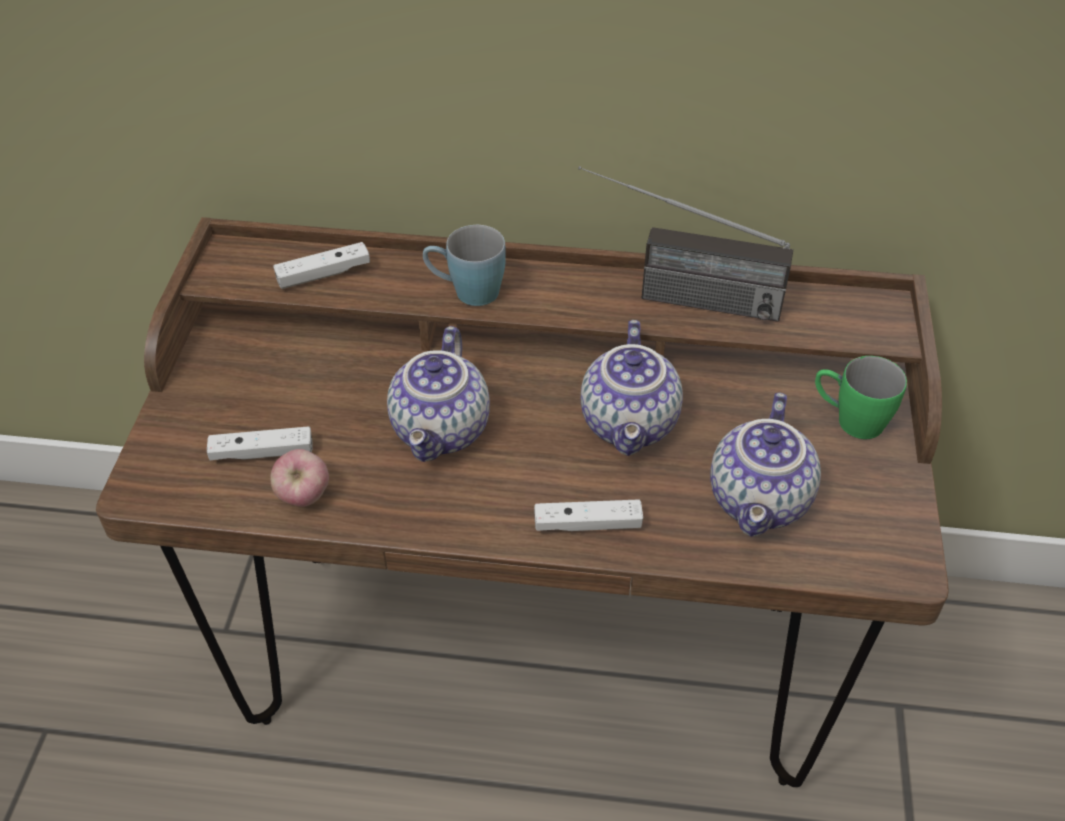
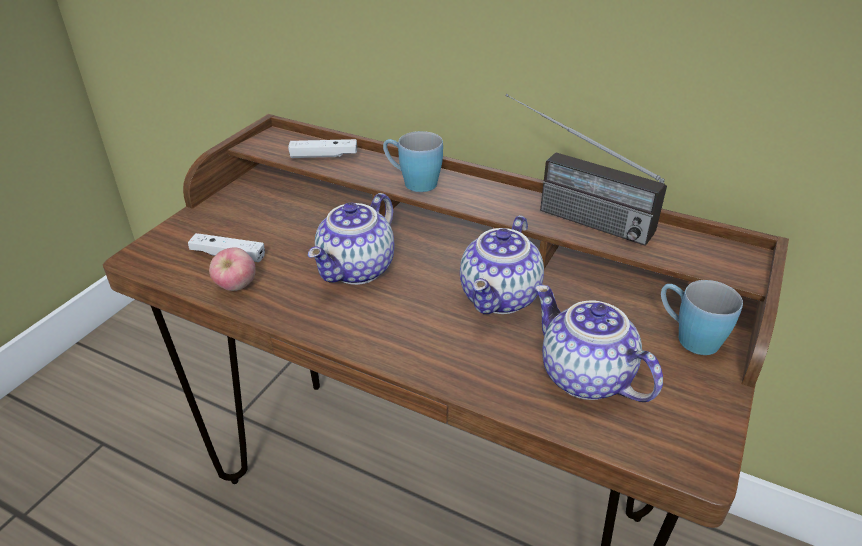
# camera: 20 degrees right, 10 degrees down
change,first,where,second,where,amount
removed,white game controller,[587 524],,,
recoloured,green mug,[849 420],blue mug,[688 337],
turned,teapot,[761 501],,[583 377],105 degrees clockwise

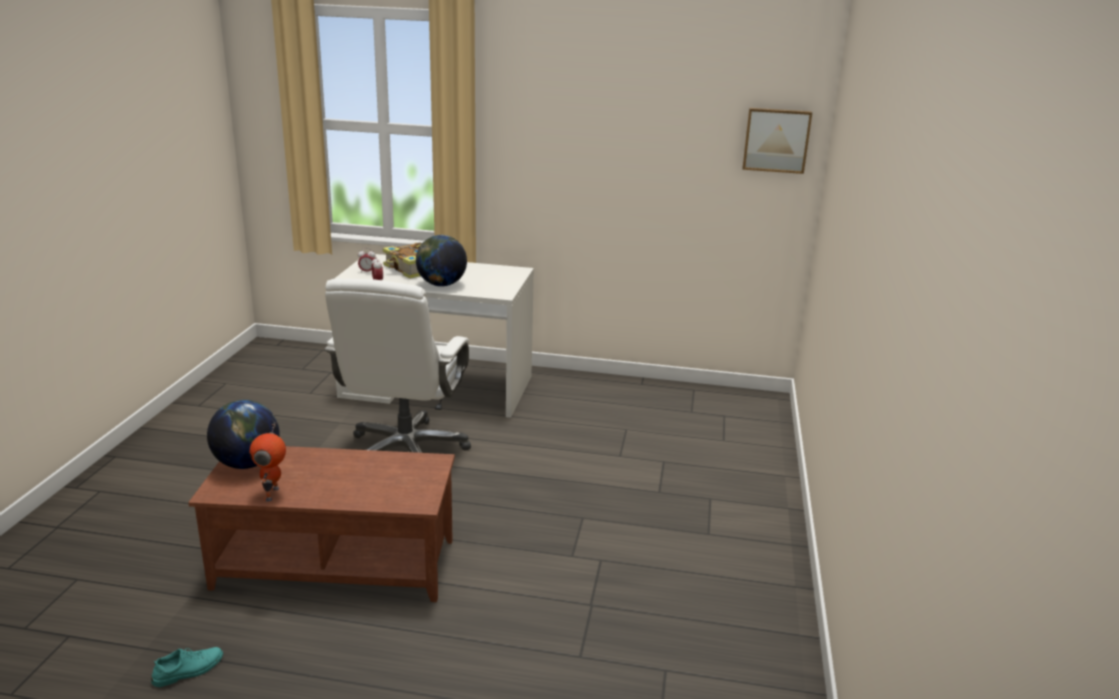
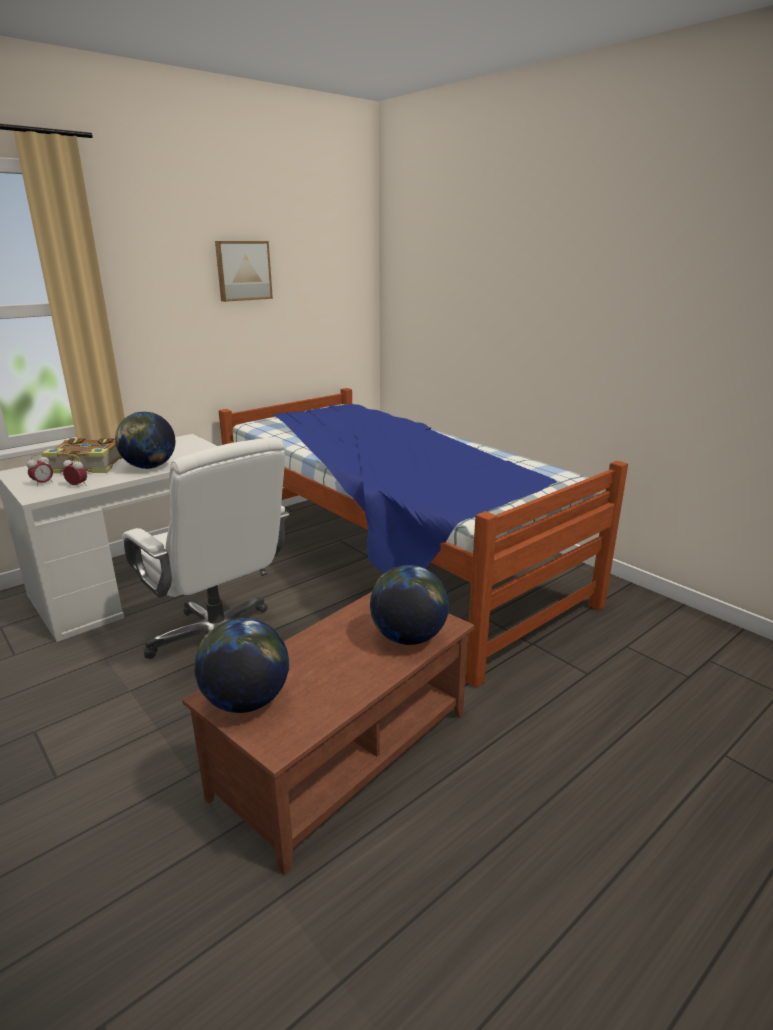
# camera: 50 degrees left, 0 degrees up
change,first,where,second,where,amount
removed,turquoise shoe,[188 670],,,
removed,toy robot,[273 494],,,
added,,,bed,[393 562],
added,,,globe,[408 638],
moved,picture,[776 140],,[243 270],

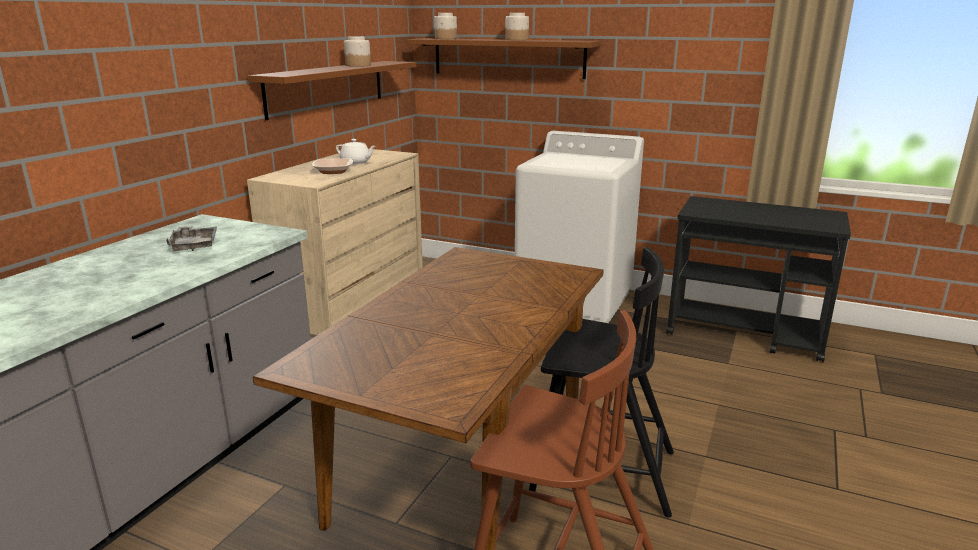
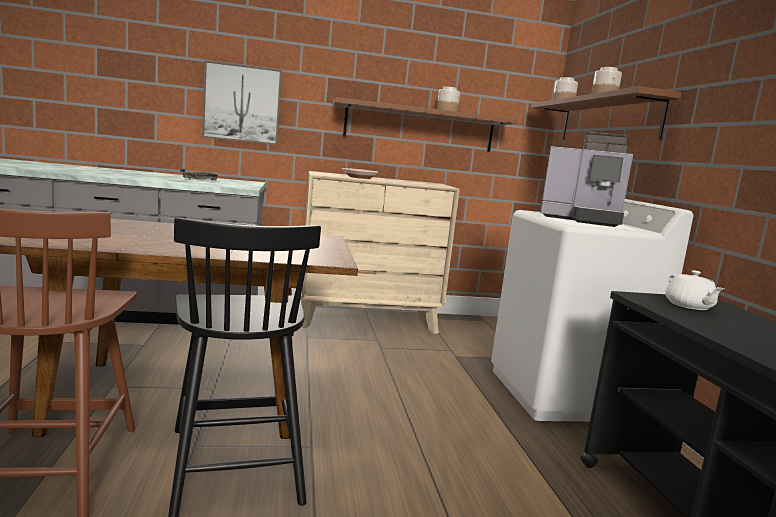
# camera: 55 degrees right, 10 degrees down
change,first,where,second,where,amount
added,,,picture,[242 104],
added,,,coffee machine,[581 220],
moved,white teapot,[356 162],,[689 306],

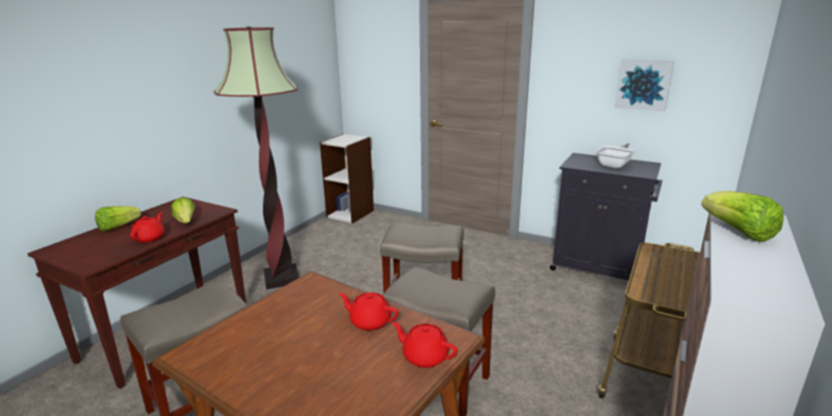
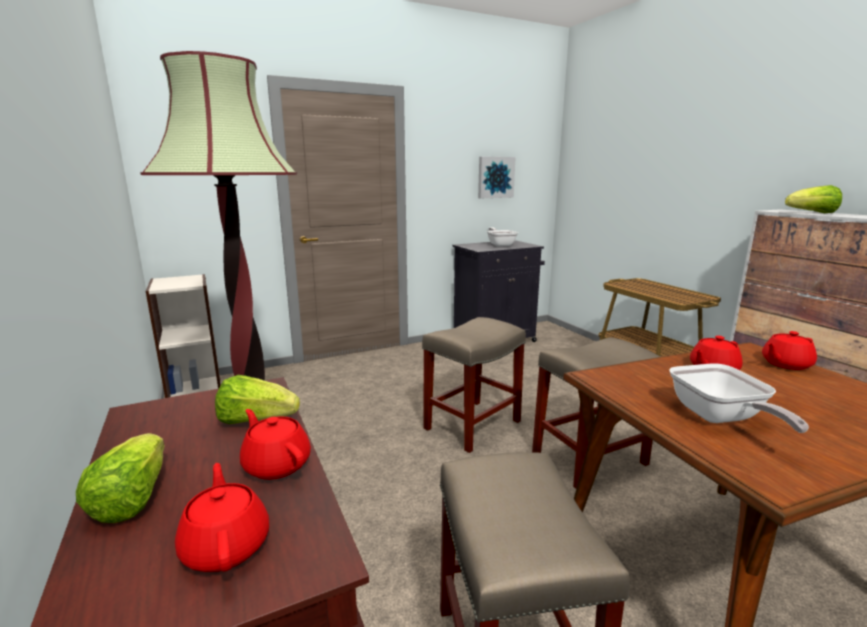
# camera: 55 degrees left, 5 degrees down
change,first,where,second,where,amount
added,,,red teapot,[226 545],
added,,,frying pan,[720 418],

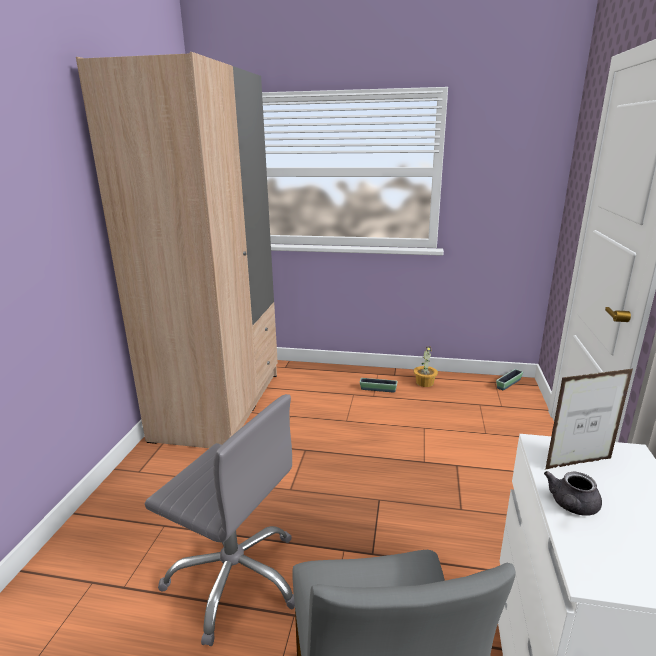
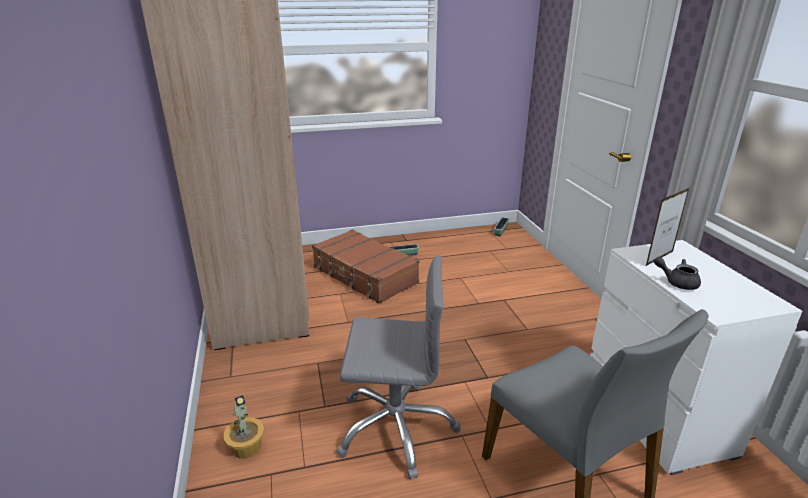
# camera: 25 degrees left, 5 degrees up
change,first,where,second,where,amount
added,,,brown suitcase,[364 275],
moved,potted plant,[424 382],,[246 447],
turned,grey teapot,[571 506],,[677 282],105 degrees clockwise

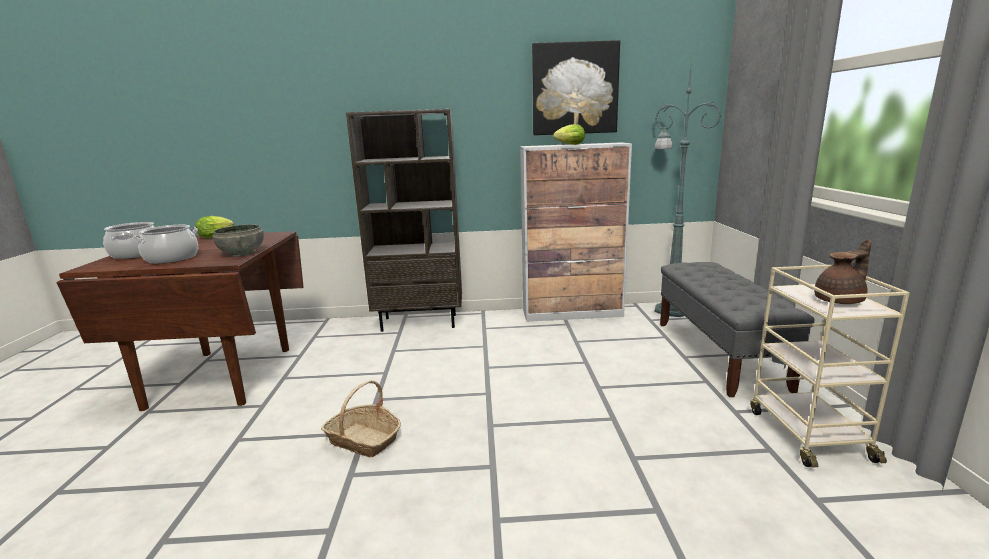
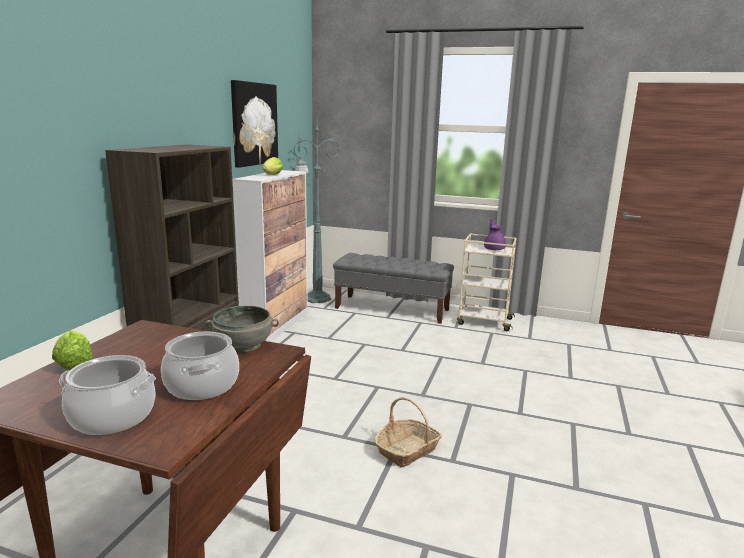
# camera: 70 degrees left, 0 degrees up
change,first,where,second,where,amount
recoloured,brown teapot,[840 300],purple teapot,[494 249],

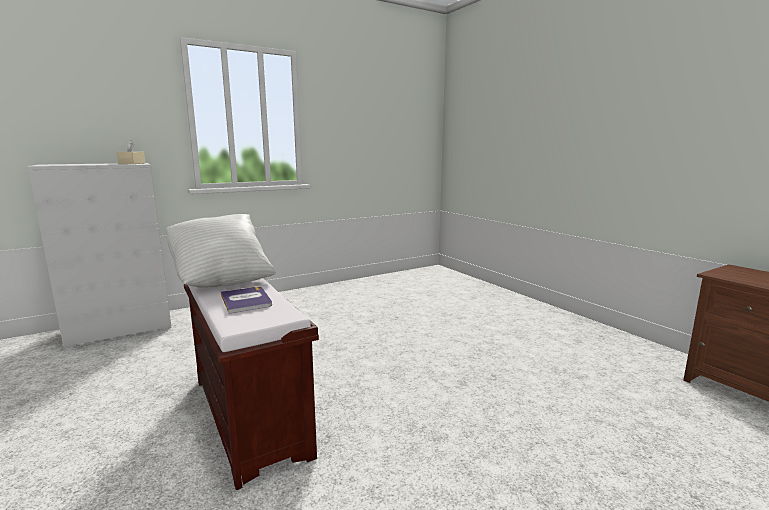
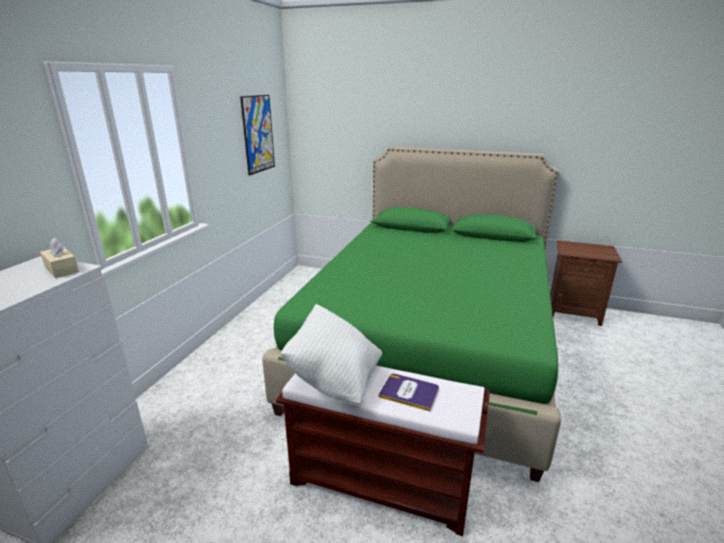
# camera: 40 degrees left, 10 degrees up
change,first,where,second,where,amount
added,,,picture,[258 134],
added,,,green bed,[429 345],

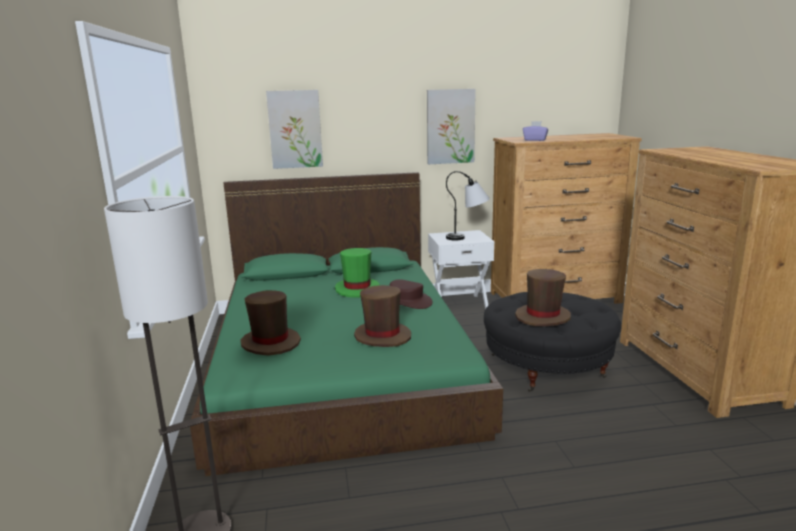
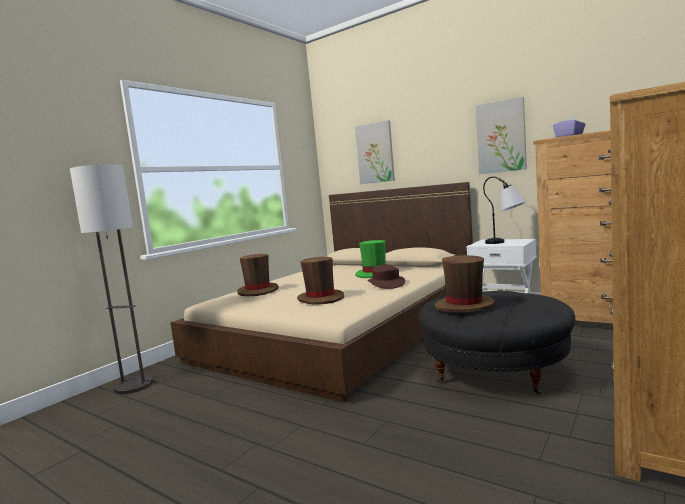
# camera: 45 degrees right, 10 degrees down
change,first,where,second,where,amount
recoloured,green bed,[341 363],beige bed,[343 329],

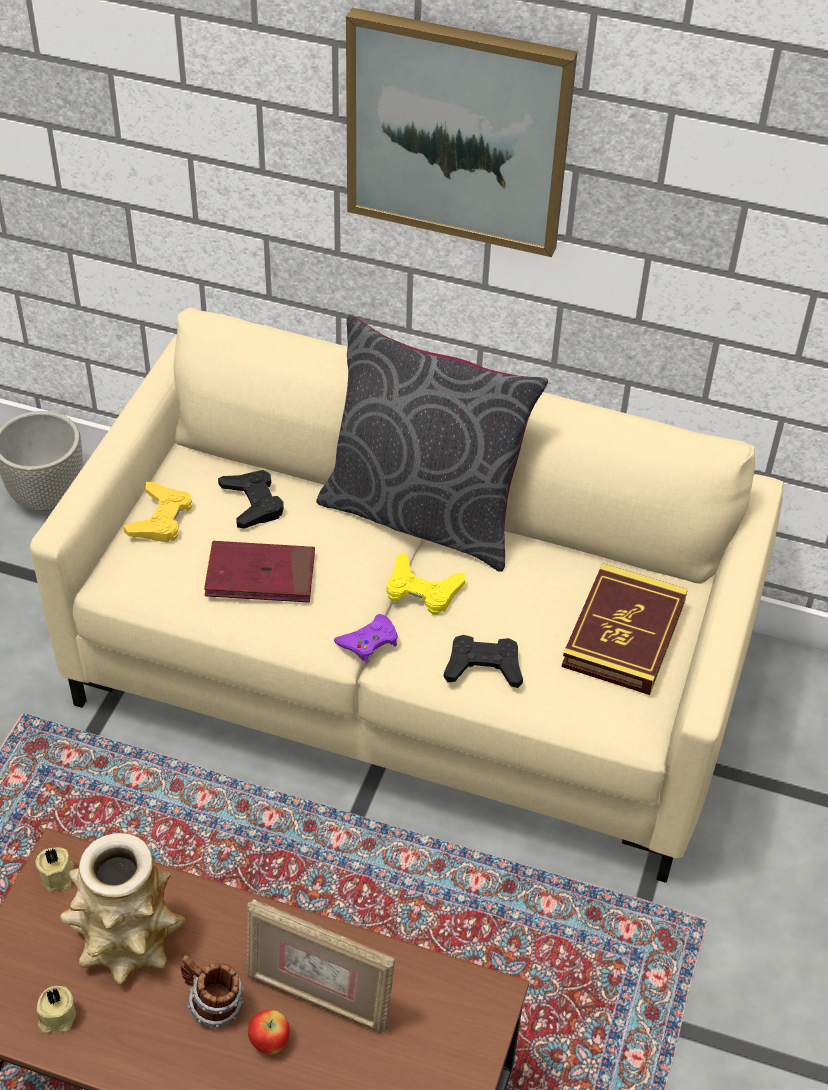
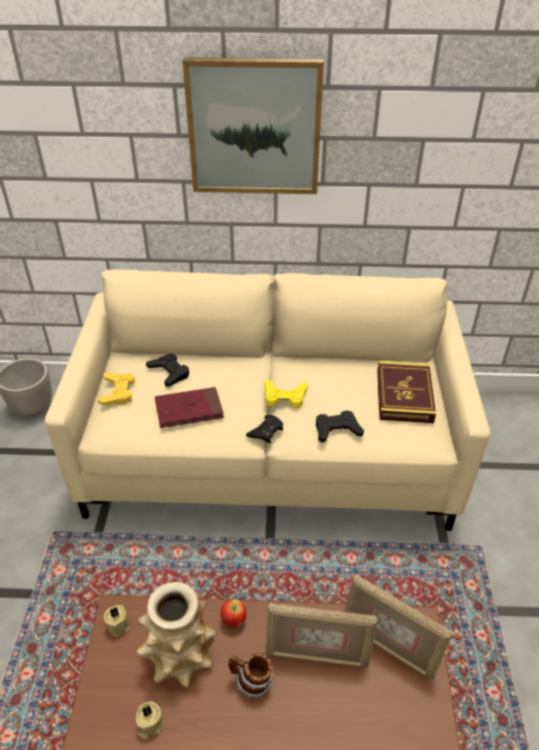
# camera: 15 degrees left, 5 degrees down
change,first,where,second,where,amount
removed,grey pillow,[423 514],,,
added,,,picture frame,[388 647],
moved,apple,[269 1042],,[233 620],
recoloured,purple game controller,[369 642],black game controller,[266 431],

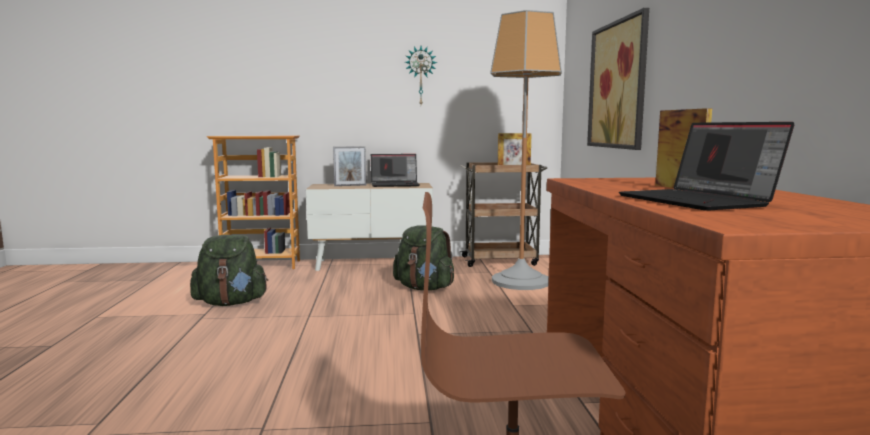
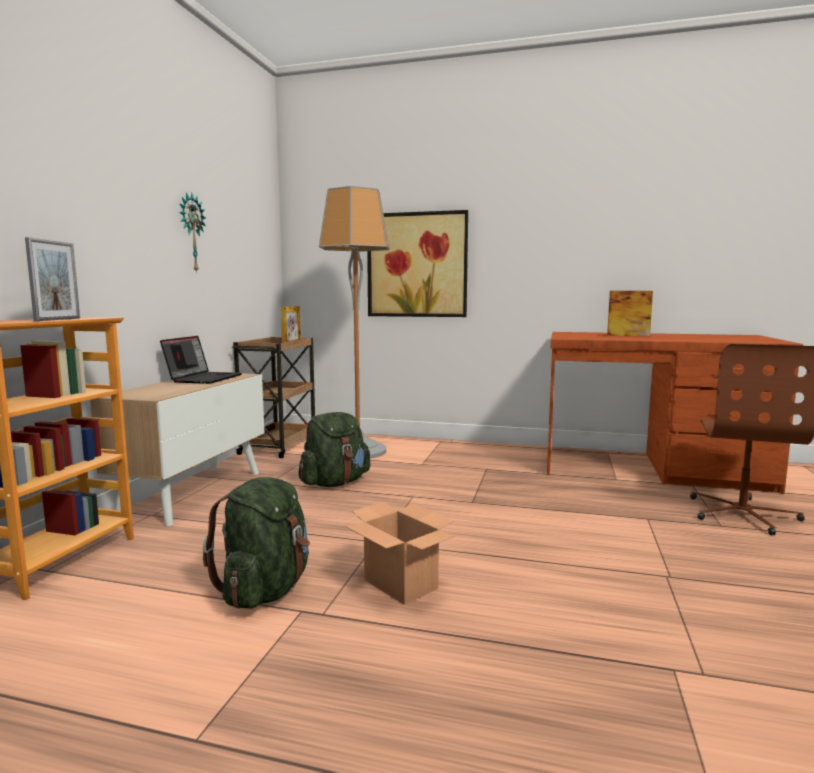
# camera: 70 degrees left, 0 degrees up
change,first,where,second,where,amount
removed,laptop,[699 201],,,
added,,,cardboard box,[401 584],
moved,picture frame,[350 185],,[58 319],

